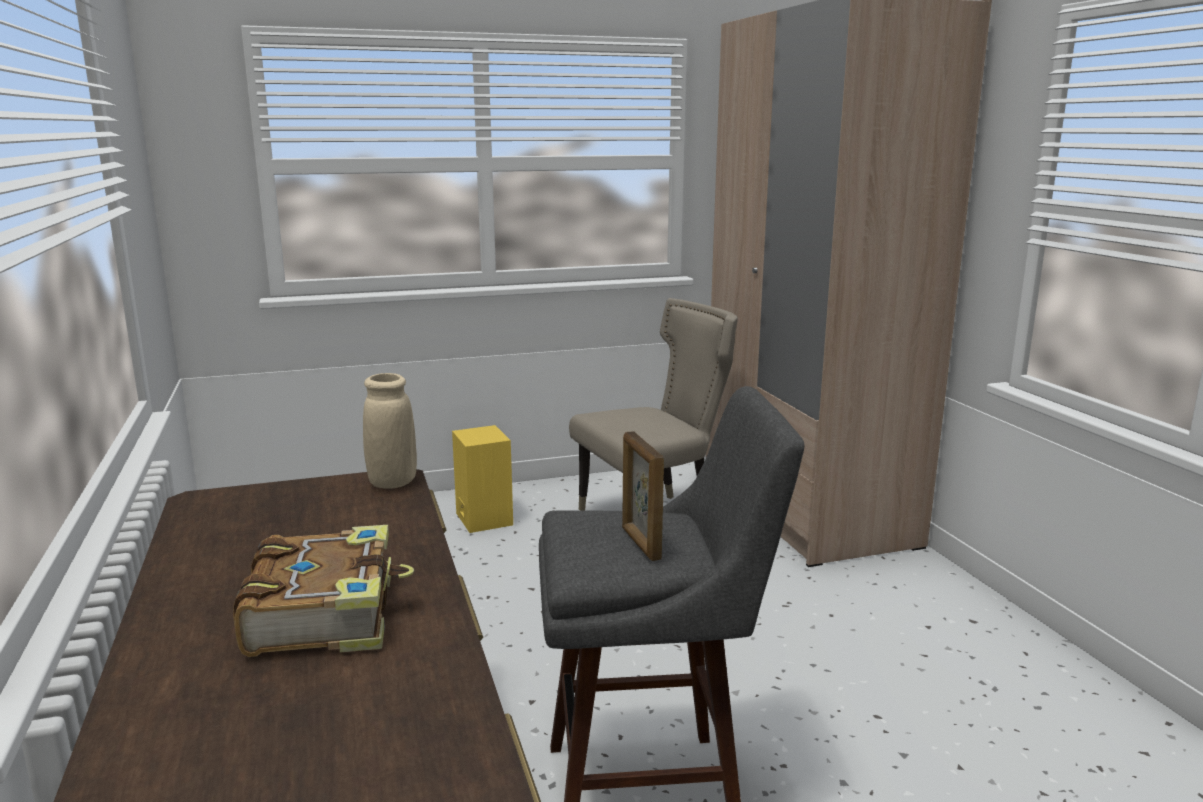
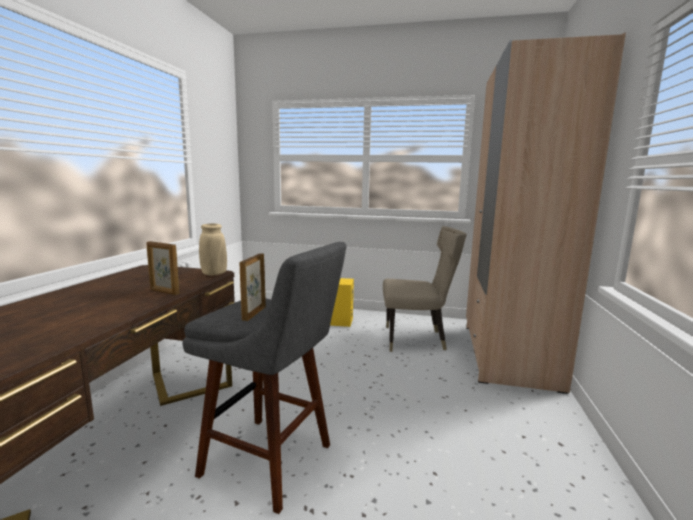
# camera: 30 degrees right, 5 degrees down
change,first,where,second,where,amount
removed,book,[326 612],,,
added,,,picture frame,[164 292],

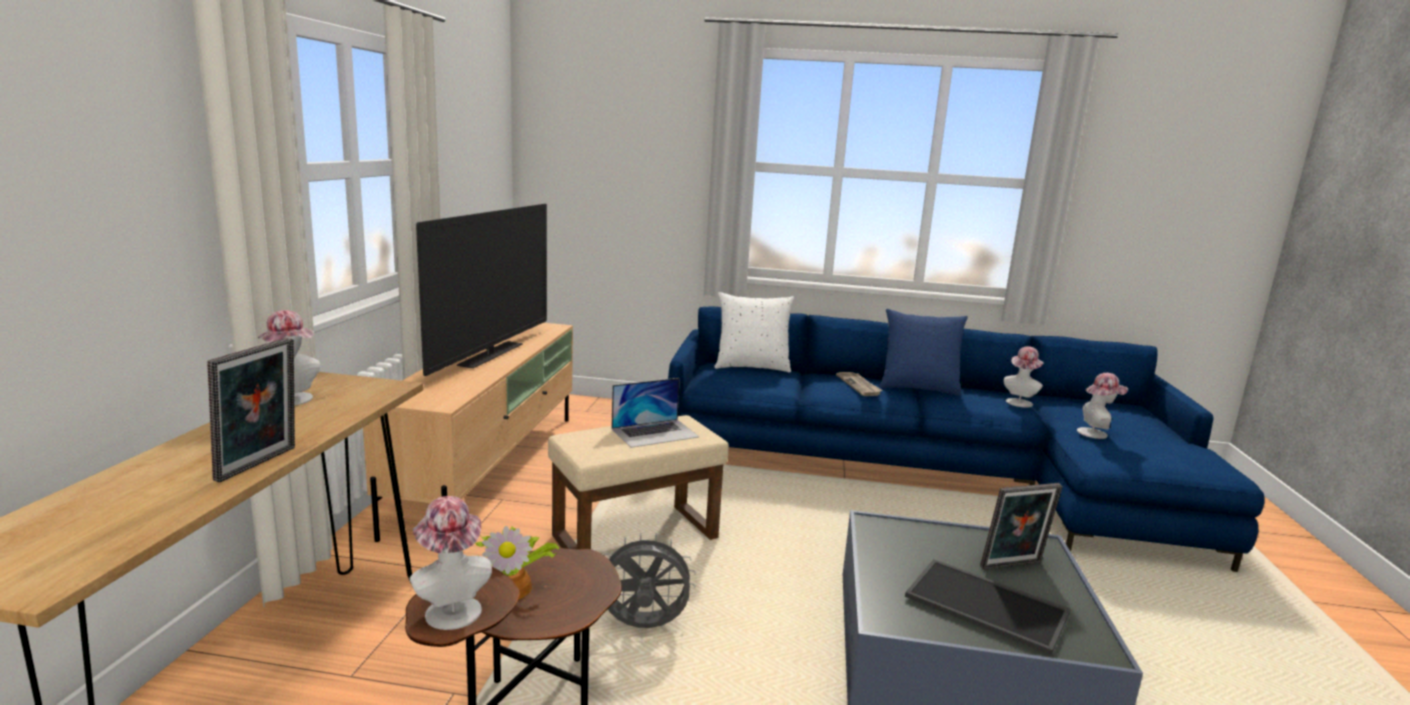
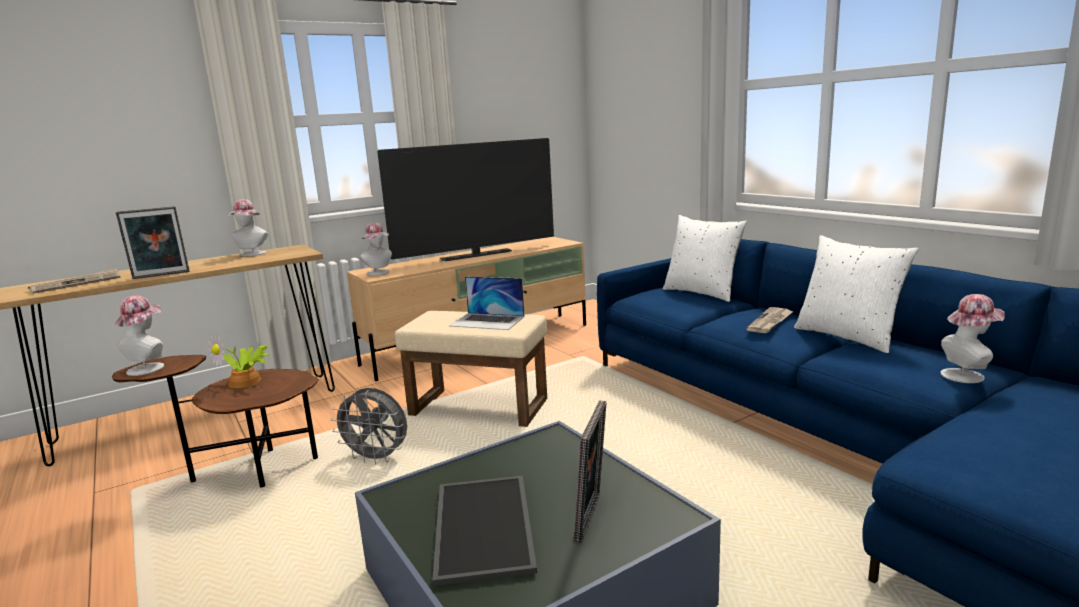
# camera: 50 degrees right, 0 degrees up
change,first,where,second,where,amount
added,,,newspaper,[77 283],
moved,hat,[1096 433],,[379 273],
recoloured,blue pillow,[918 388],white pillow,[848 337],
turned,grey fan,[643 627],,[377 458],150 degrees clockwise
turned,picture frame,[1013 567],,[592 517],105 degrees counterclockwise

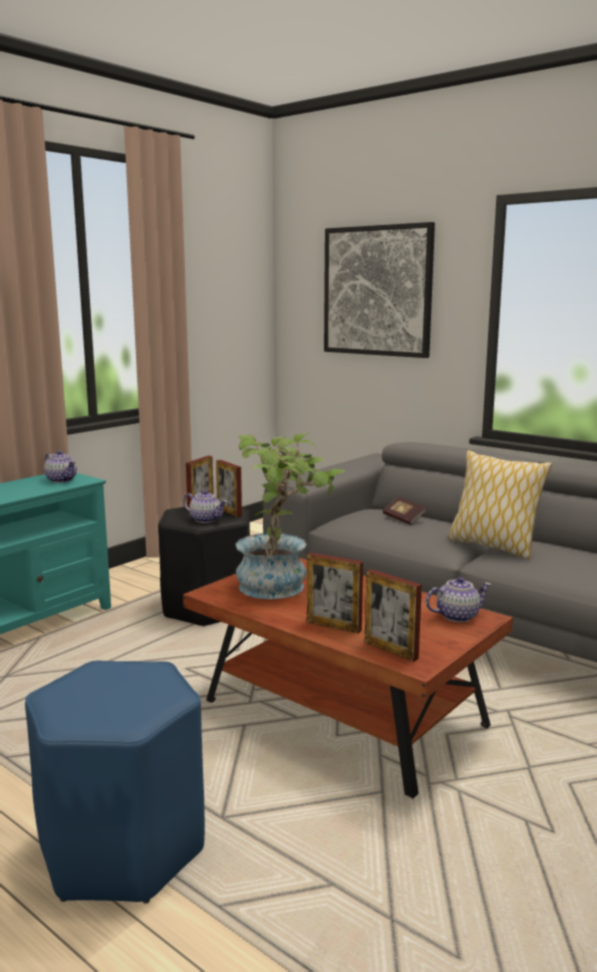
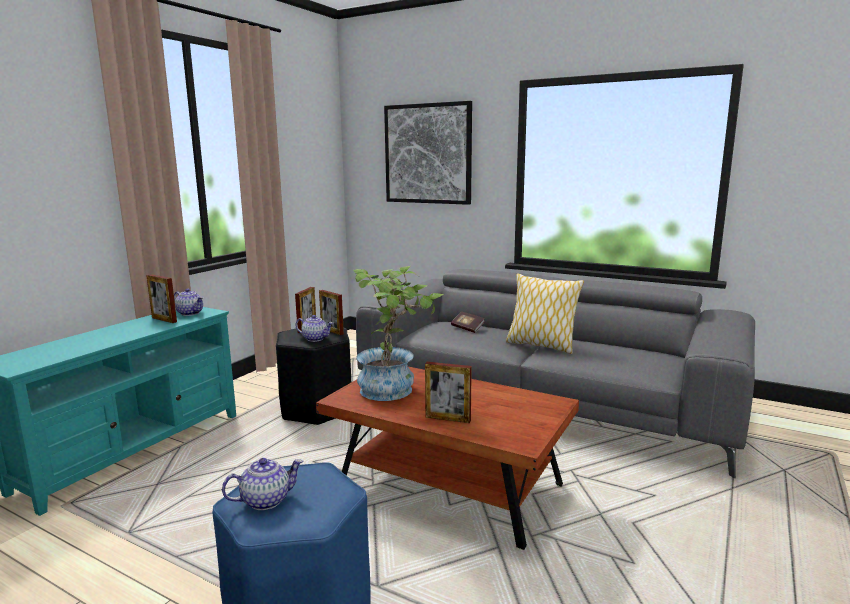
# camera: 10 degrees left, 0 degrees up
change,first,where,second,where,amount
moved,picture frame,[391 650],,[164 320],
moved,teapot,[457 616],,[266 500],

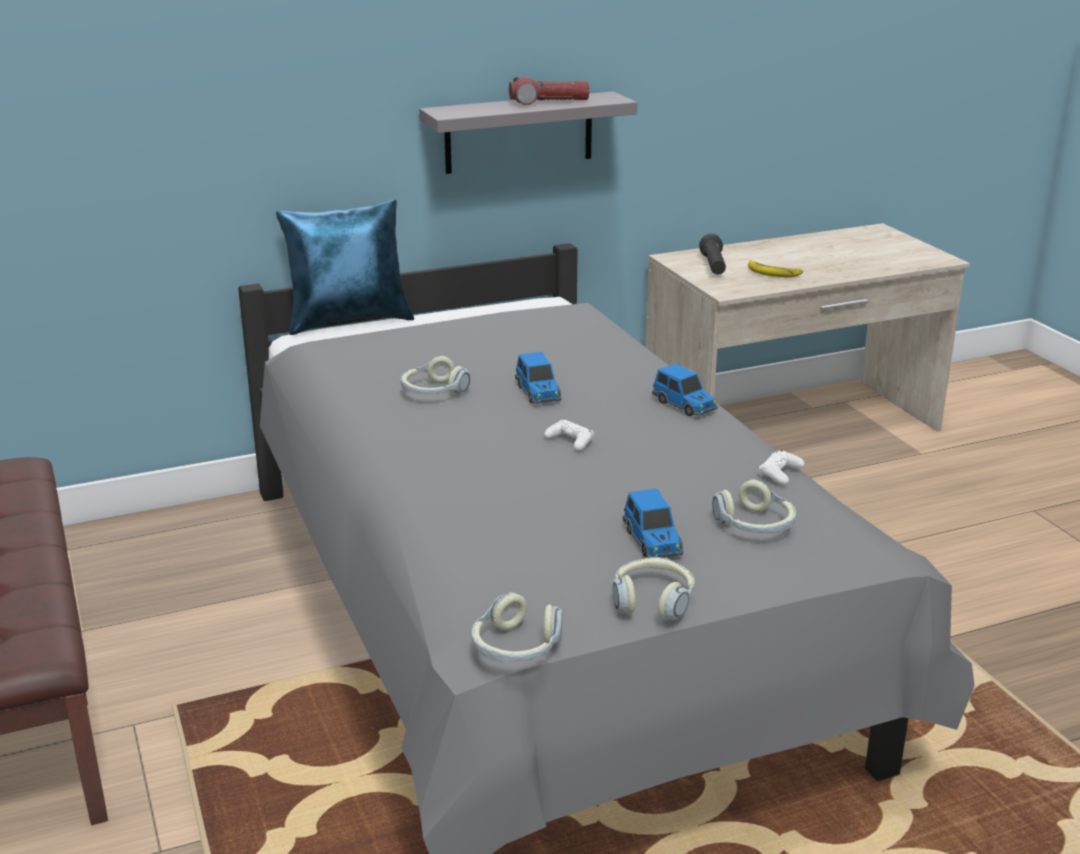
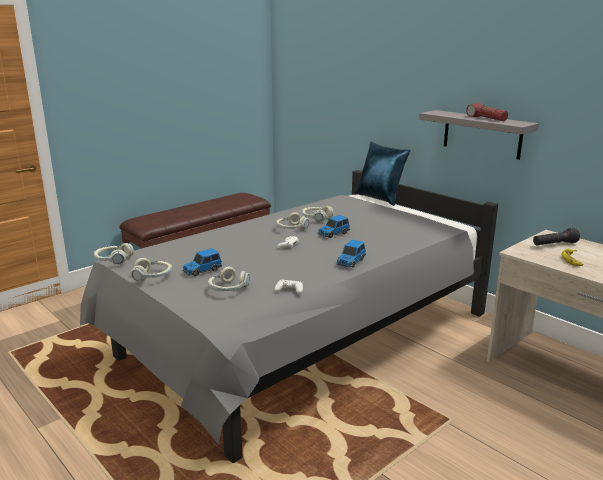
# camera: 70 degrees right, 5 degrees down
change,first,where,second,where,amount
added,,,headphones,[291 229],

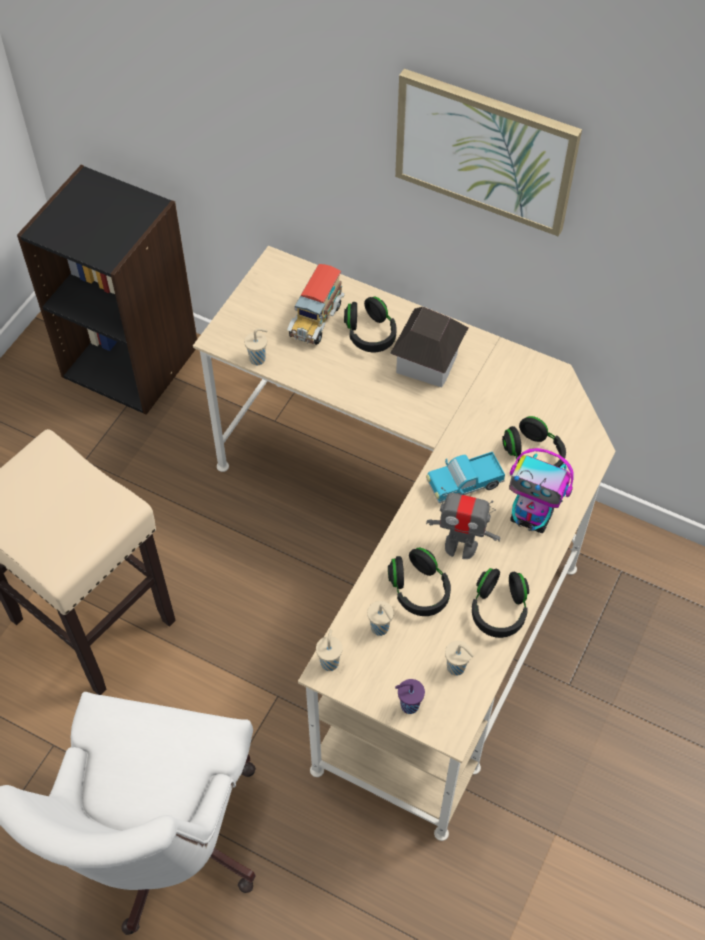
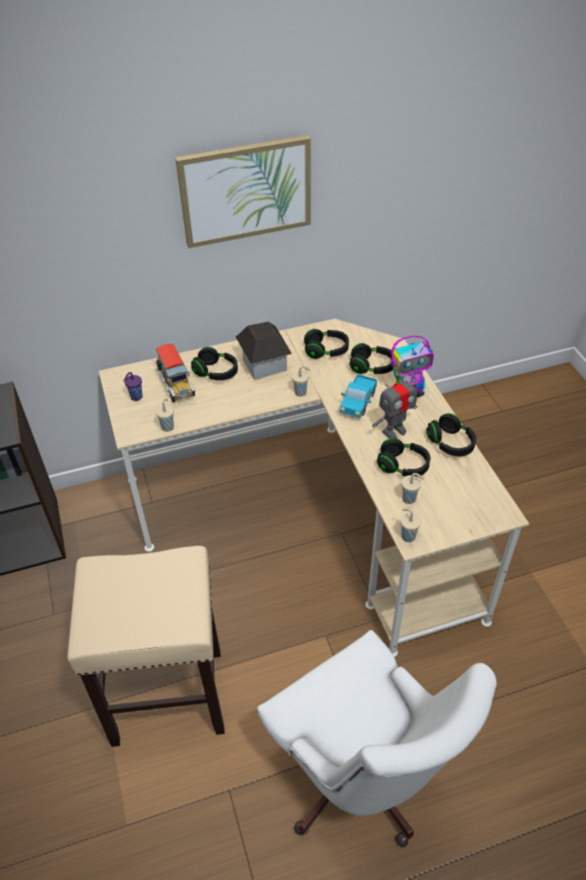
# camera: 45 degrees left, 10 degrees down
change,first,where,second,where,amount
added,,,black headphones,[326 351],
moved,purple cup,[408 705],,[136 397],
moved,beige cup,[457 668],,[301 392],

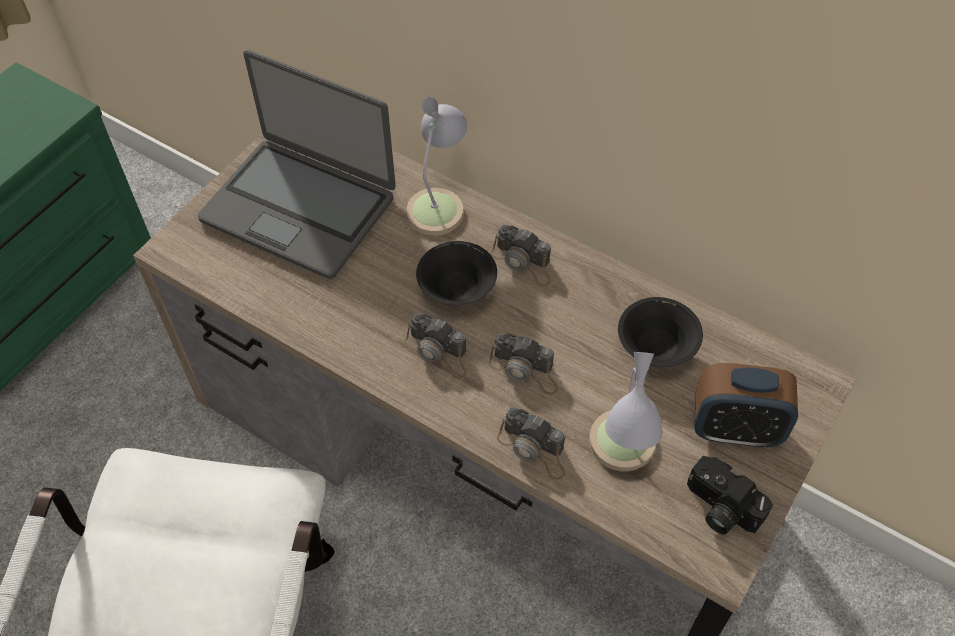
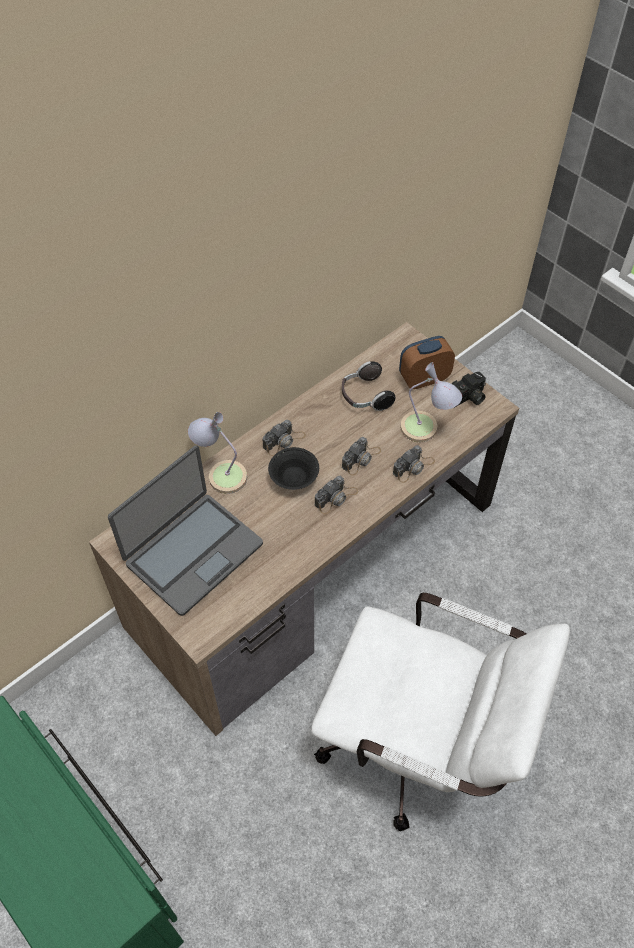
# camera: 75 degrees left, 0 degrees up
change,first,where,second,where,amount
replaced,black bowl,[656 349],headphones,[365 396],
turned,alarm clock,[735 429],,[424 379],135 degrees counterclockwise

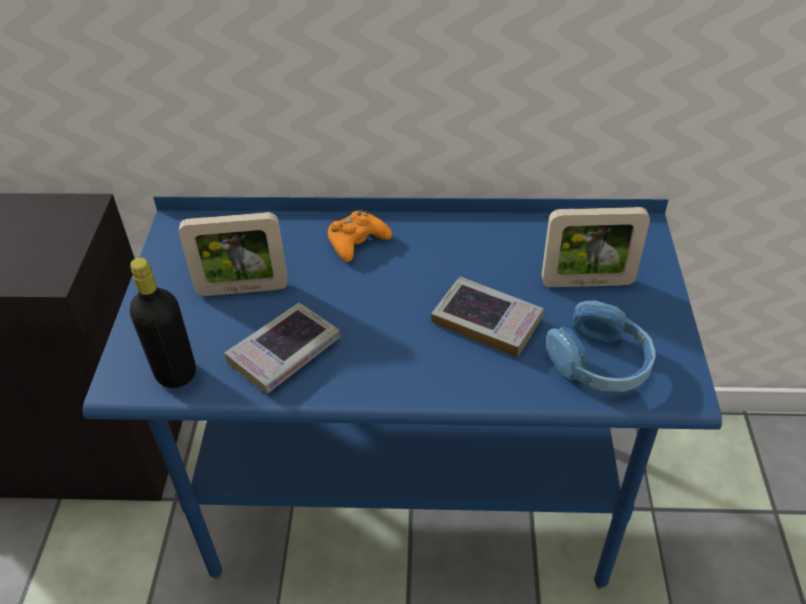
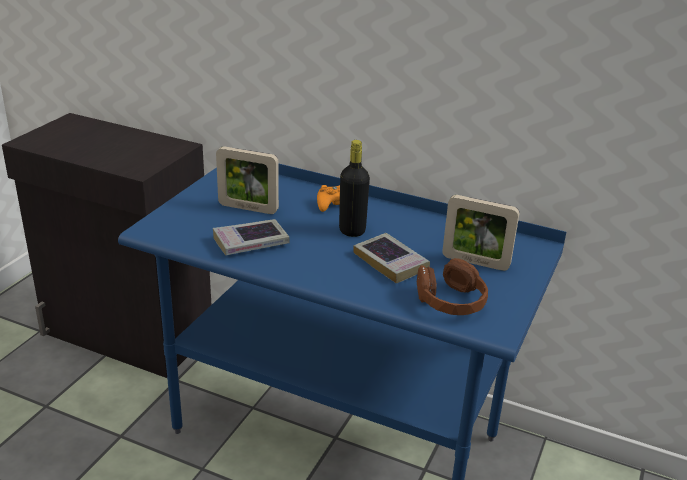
# camera: 20 degrees right, 15 degrees down
change,first,where,second,where,amount
moved,black bottle,[175 373],,[352 230],
recoloured,blue headphones,[599 363],brown headphones,[450 301],

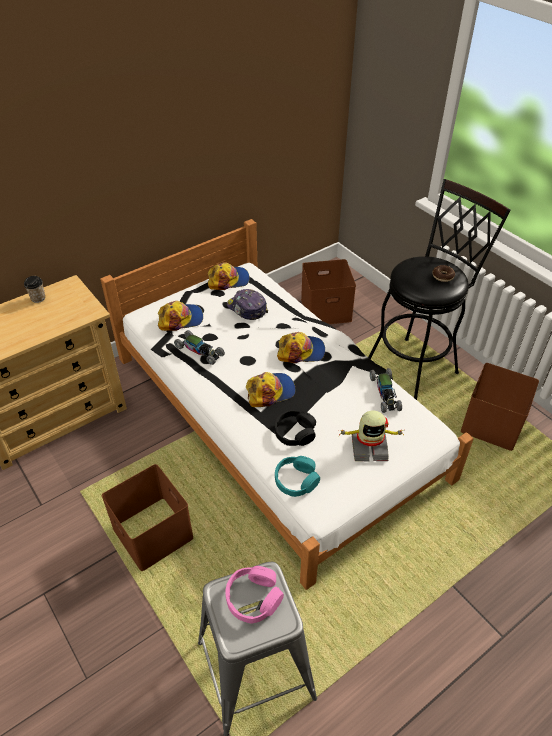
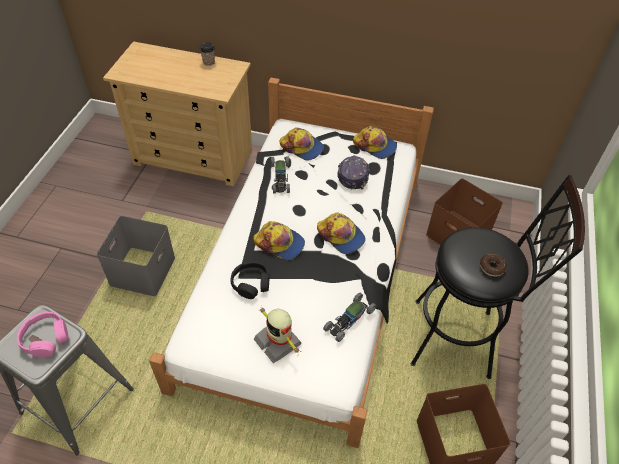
# camera: 50 degrees right, 5 degrees up
change,first,where,second,where,amount
removed,turquoise headphones,[296 480],,,
recoloured,brown storage box,[151 533],grey storage box,[142 270],

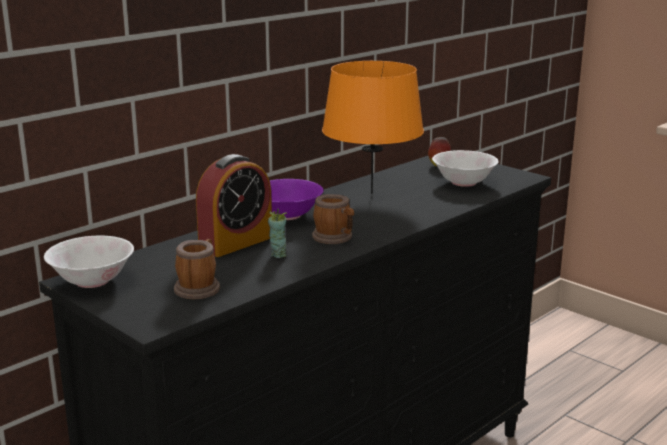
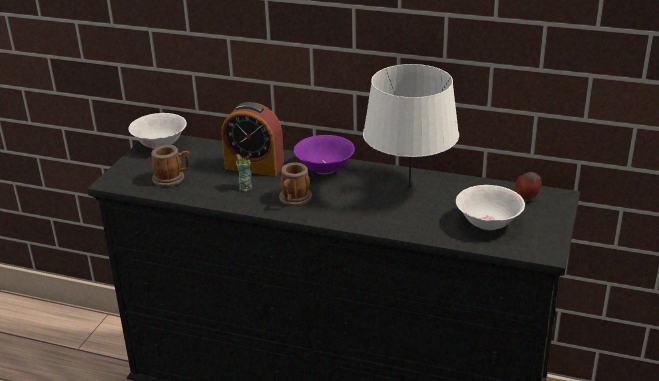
# camera: 65 degrees right, 10 degrees up
change,first,where,second,where,amount
recoloured,orange table lamp,[372 193],white table lamp,[409 188],

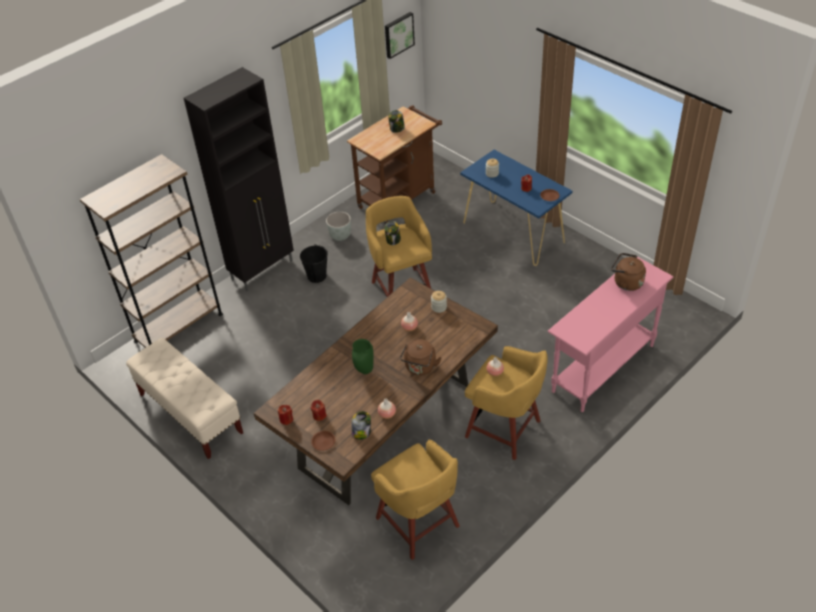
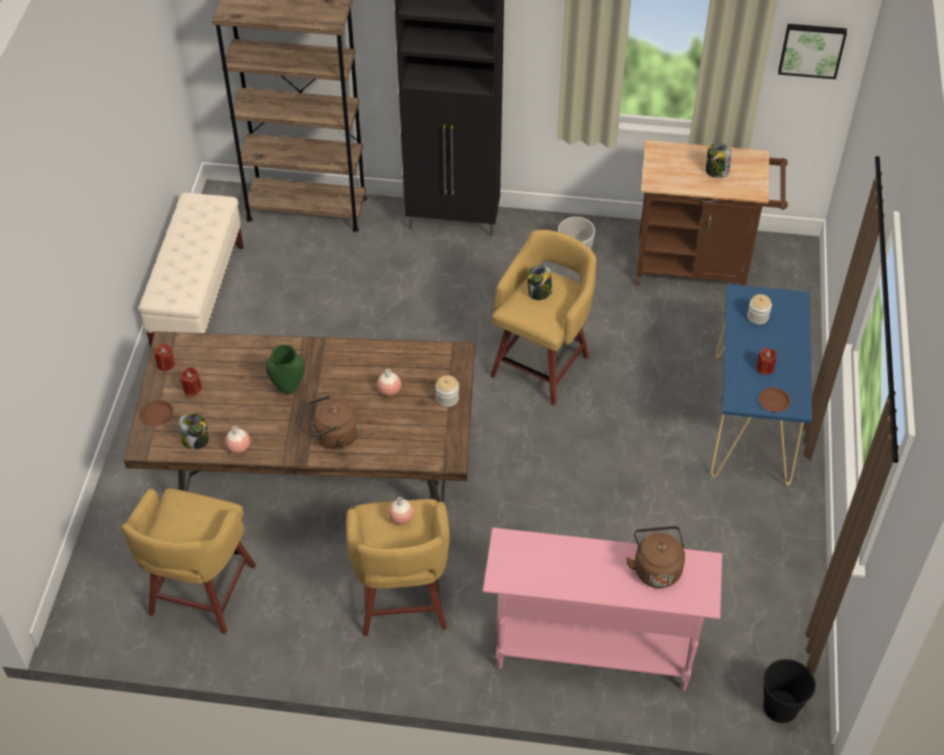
# camera: 50 degrees right, 5 degrees up
change,first,where,second,where,amount
moved,black bucket,[316 276],,[780 707],

